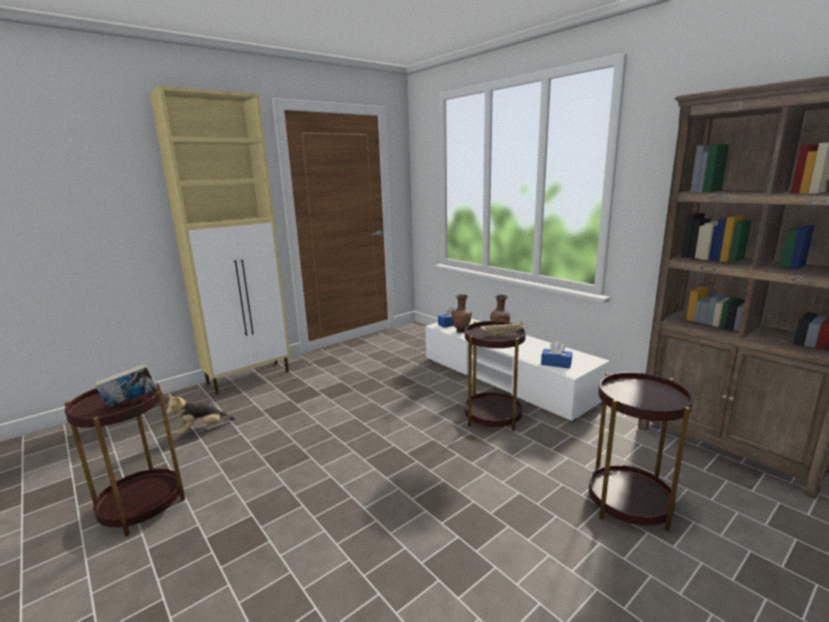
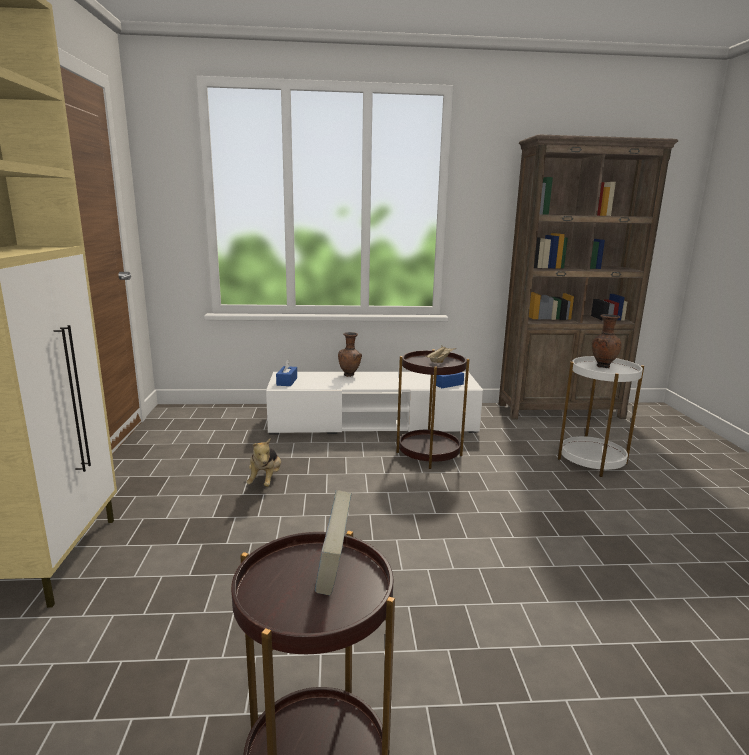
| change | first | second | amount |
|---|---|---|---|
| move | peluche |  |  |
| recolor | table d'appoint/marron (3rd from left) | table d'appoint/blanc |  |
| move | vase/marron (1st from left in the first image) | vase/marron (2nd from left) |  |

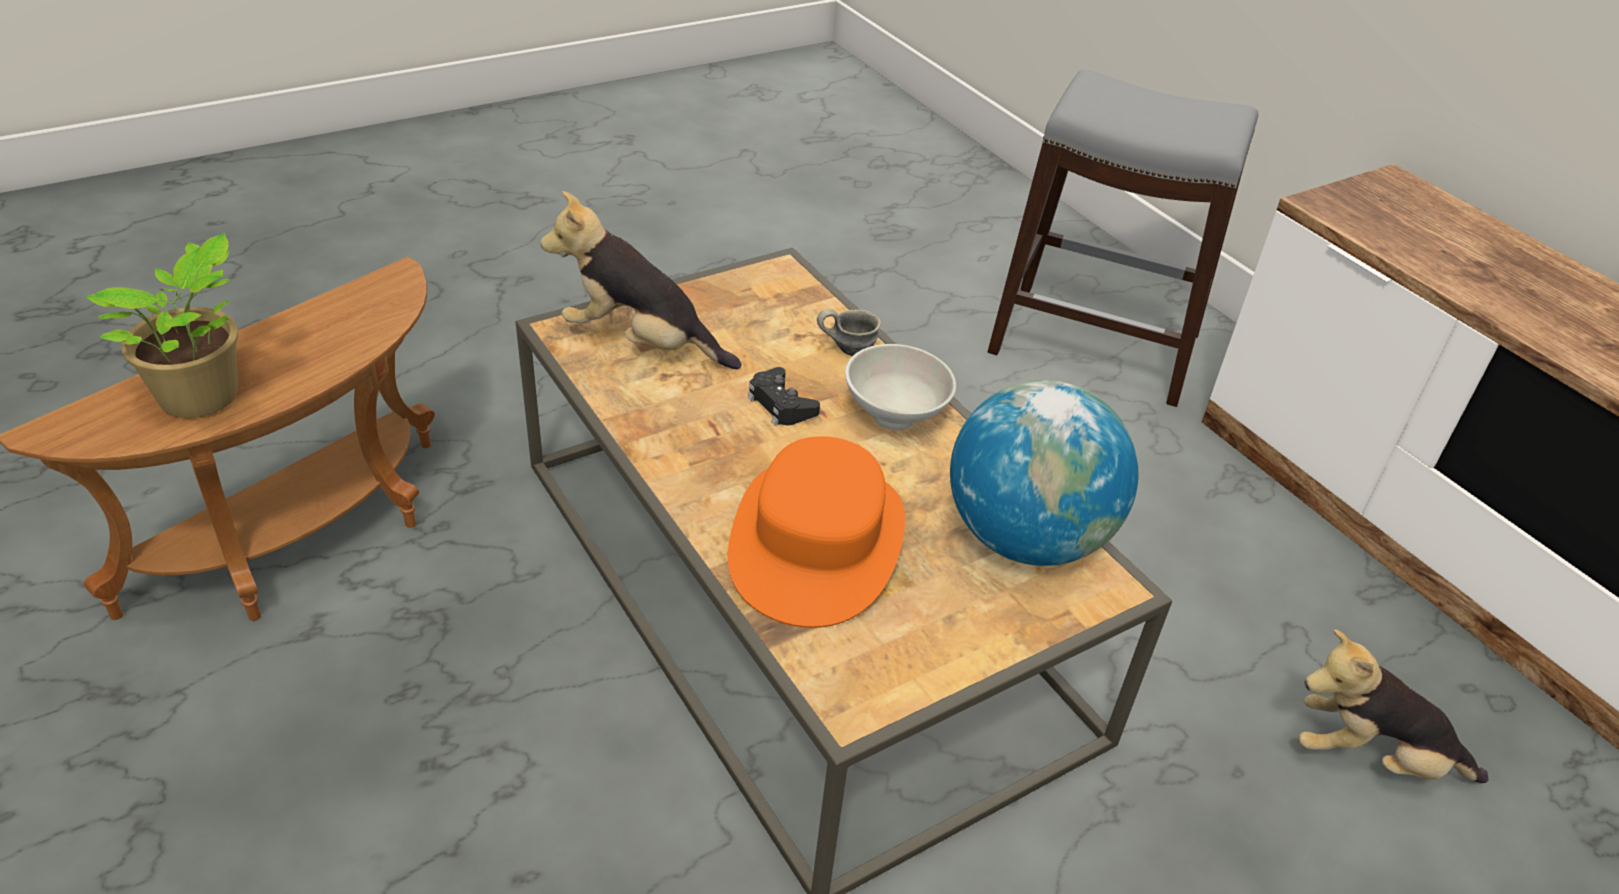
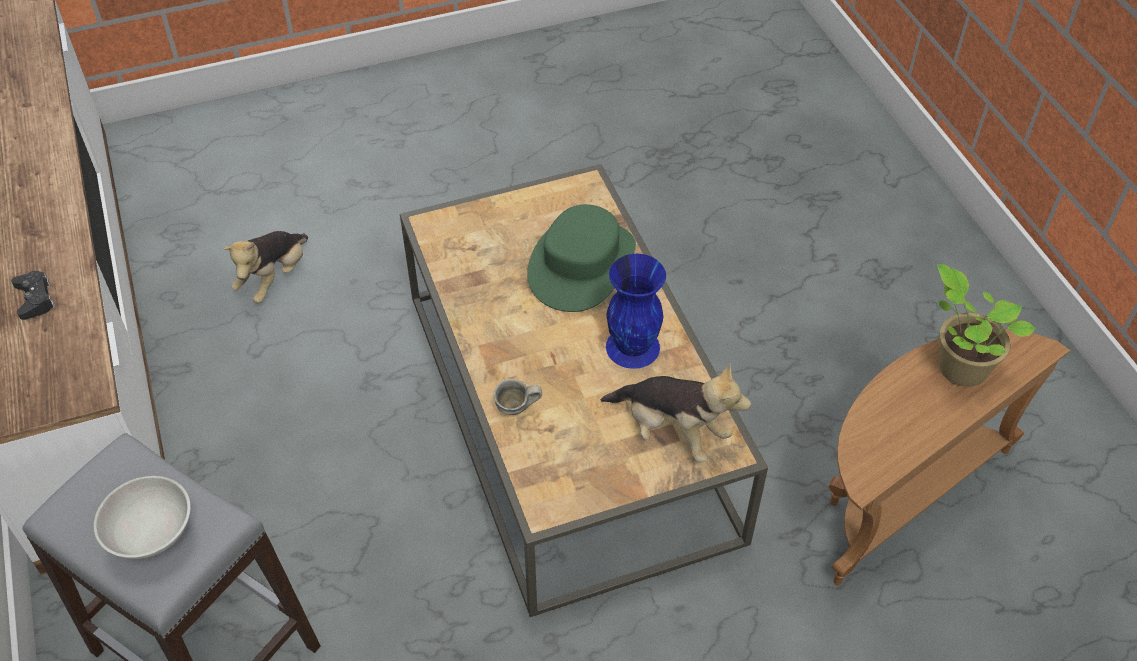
| change | first | second | amount |
|---|---|---|---|
| move | manette/noir |  |  |
| move | bol/blanc |  |  |
| rotate | peluche (2nd from left in the first image) | peluche (1st from left) | 90 degrees clockwise |
| recolor | chapeau/orange | chapeau/vert |  |
| insert |  | vase/bleu |  |
| delete | globe |  |  |

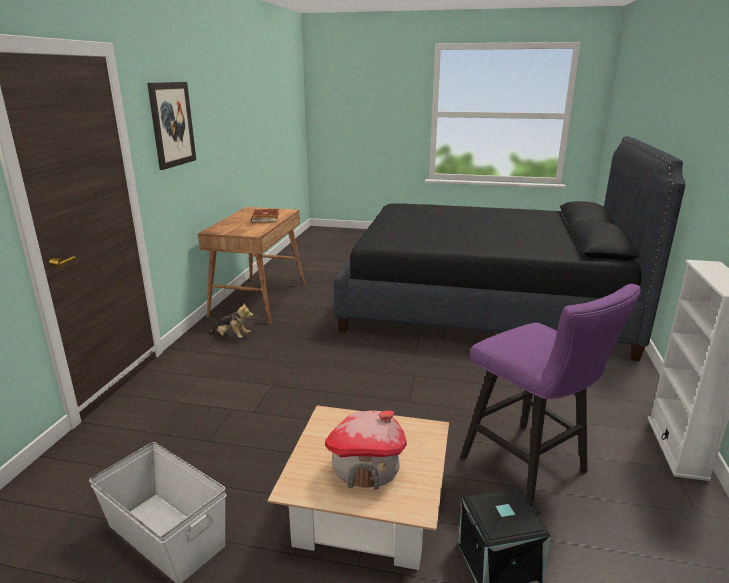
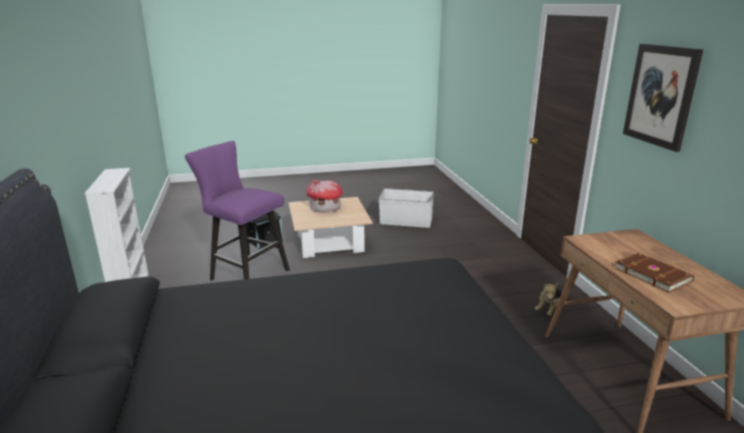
| change | first | second | amount |
|---|---|---|---|
| rotate | peluche |  | 45 degrees counterclockwise |

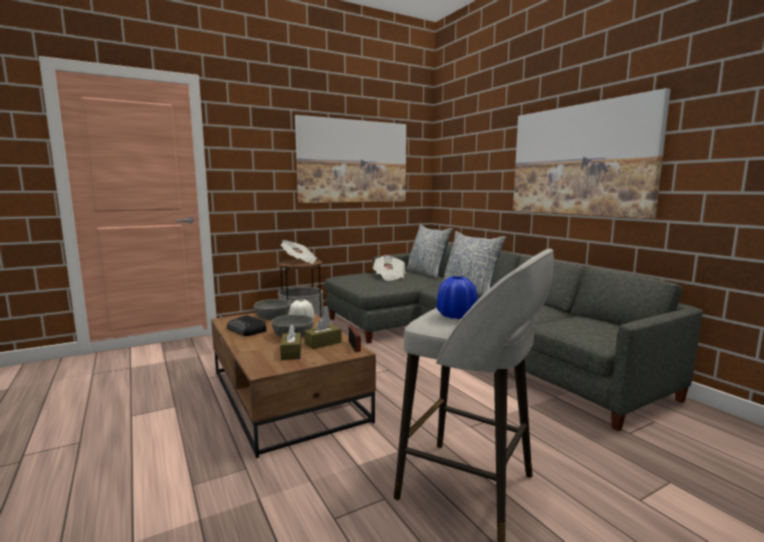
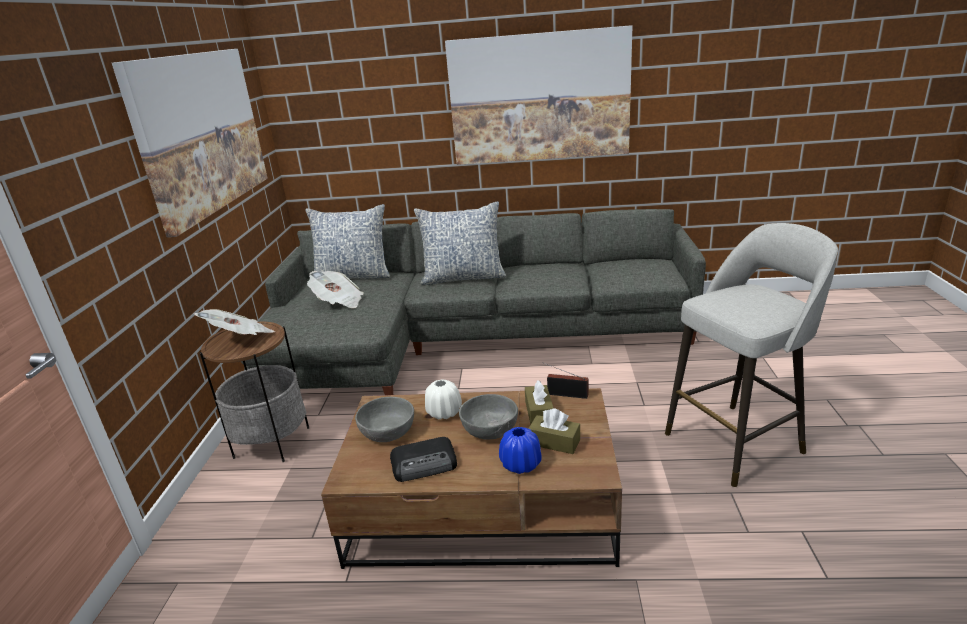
| change | first | second | amount |
|---|---|---|---|
| move | vase/bleu |  |  |

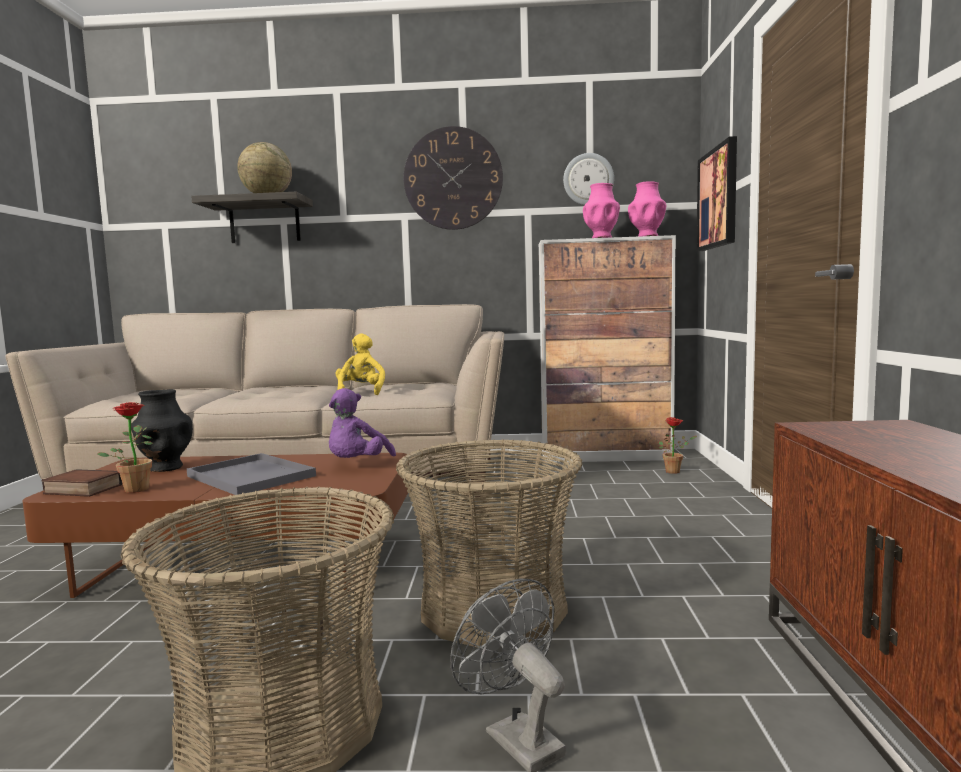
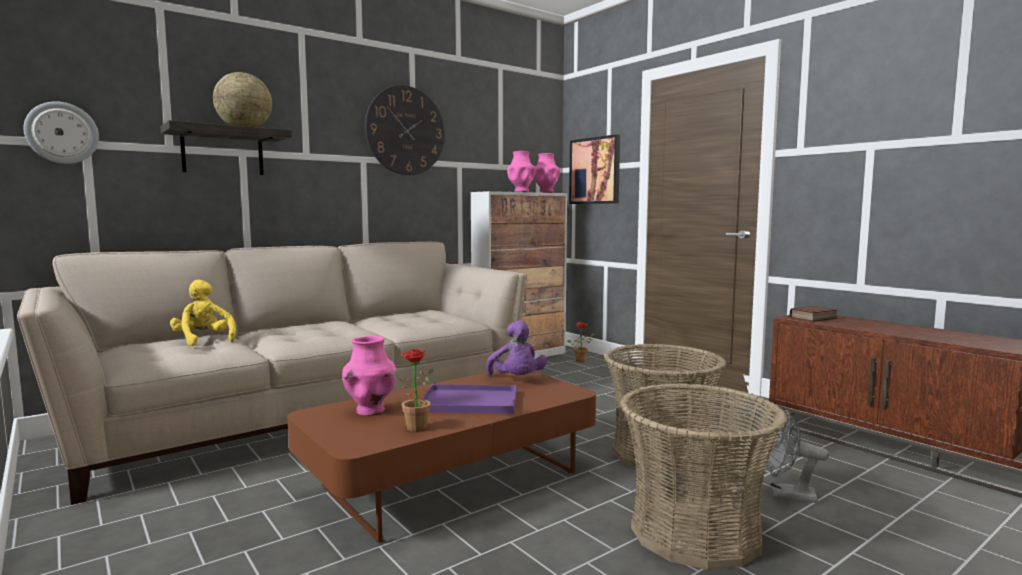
| change | first | second | amount |
|---|---|---|---|
| move | horloge murale (2nd from left in the first image) | horloge murale (1st from left) |  |
| move | peluche/jaune |  |  |
| recolor | vase/noir | vase/rose (1st from left) |  |
| recolor | plateau/gris | plateau/violet |  |
| move | livre |  |  |

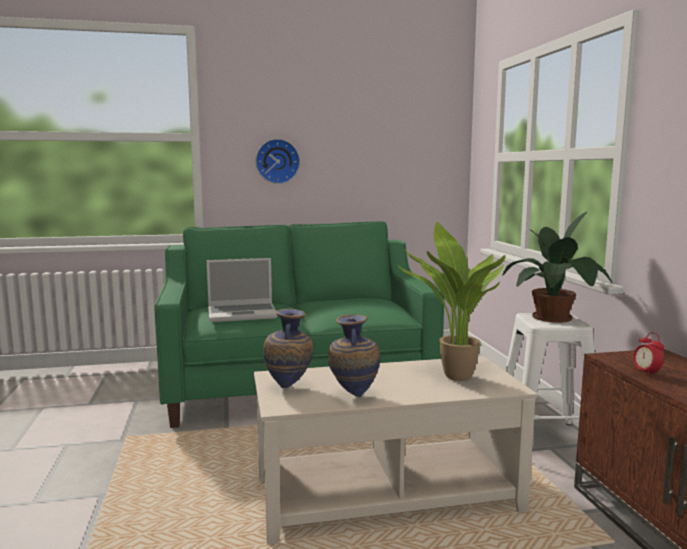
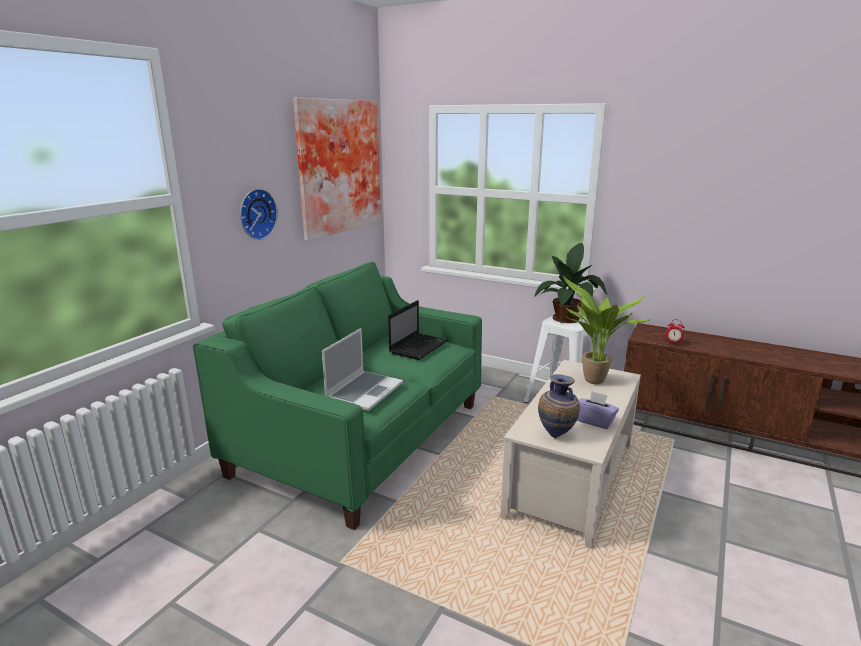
| change | first | second | amount |
|---|---|---|---|
| insert |  | tableau |  |
| insert |  | ordinateur portable (2nd from left) |  |
| replace | vase (2nd from left) | boîte à mouchoirs/violet |  |

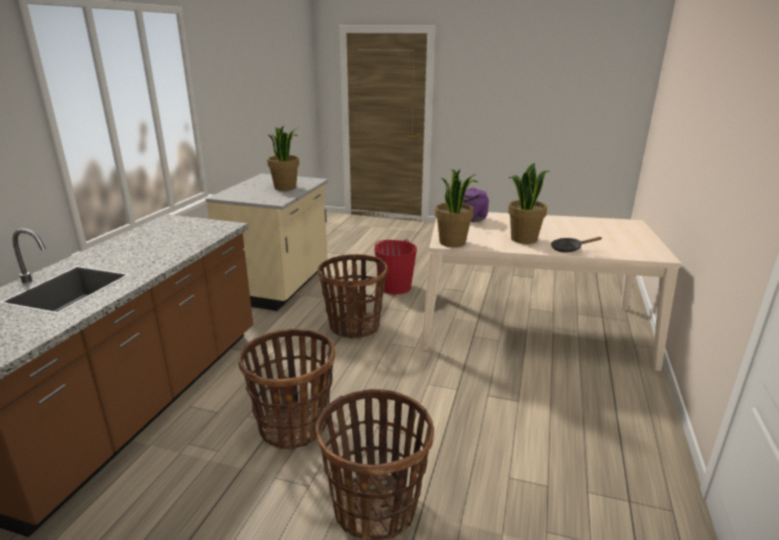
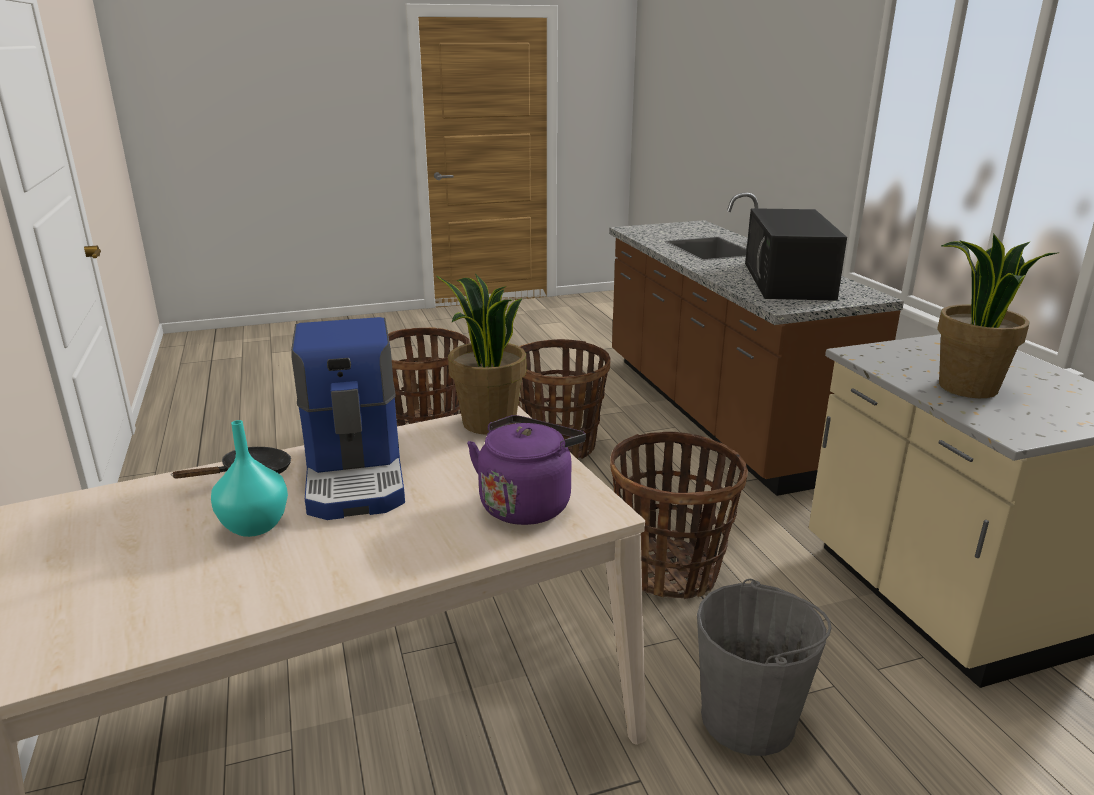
| change | first | second | amount |
|---|---|---|---|
| insert |  | vase/turquoise |  |
| replace | plante en pot (3rd from left) | machine à café |  |
| recolor | seau/rouge | seau/gris |  |
| insert |  | micro-ondes/noir |  |

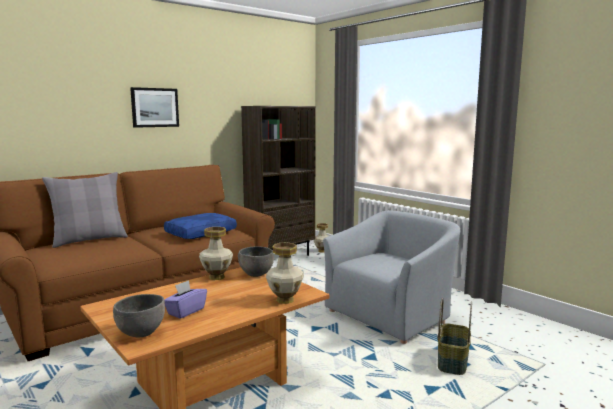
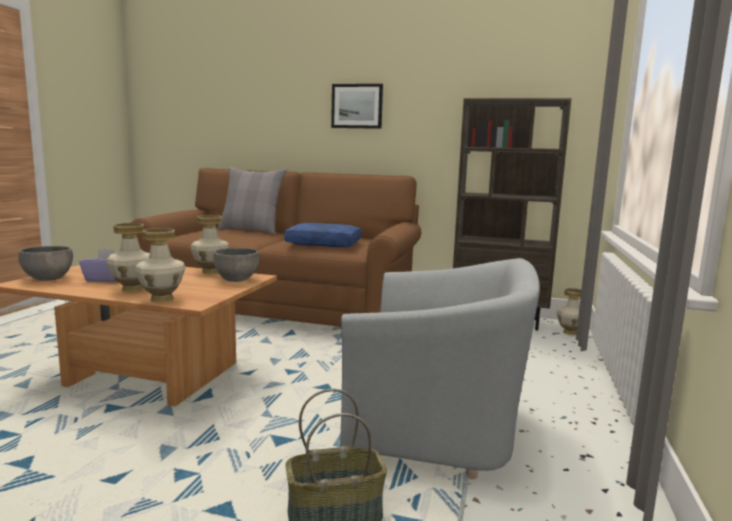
| change | first | second | amount |
|---|---|---|---|
| insert |  | vase (1st from left) |  |

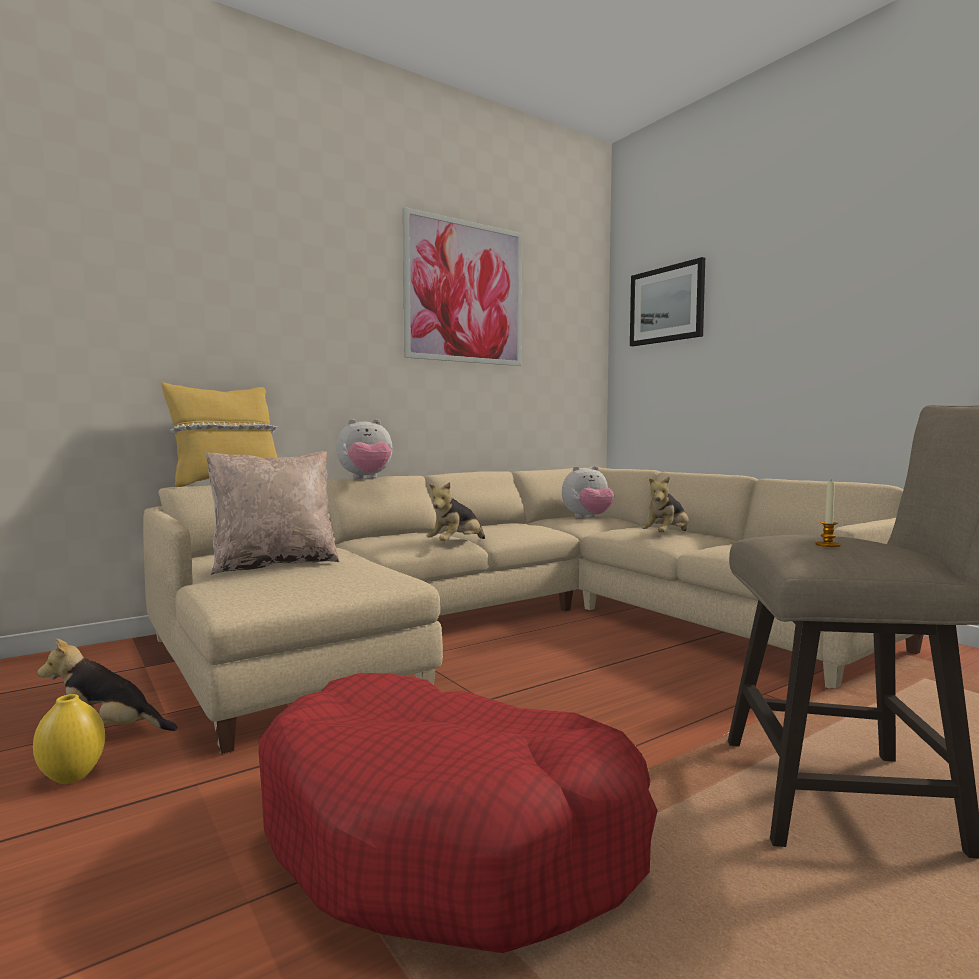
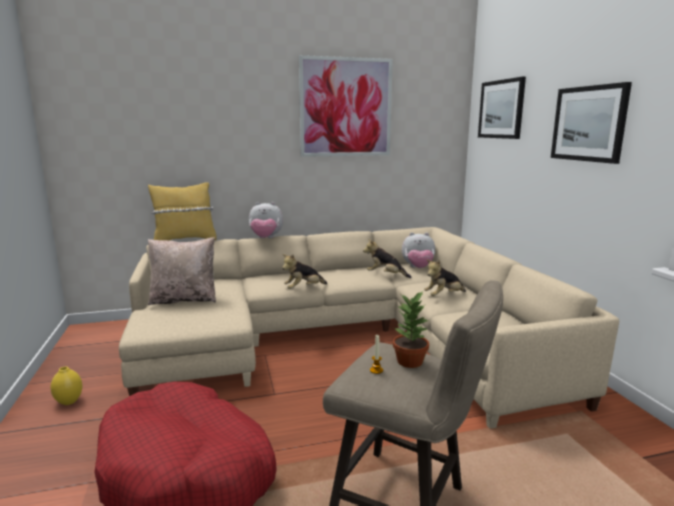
| change | first | second | amount |
|---|---|---|---|
| move | peluche (1st from left in the first image) | peluche (3rd from left) |  |
| insert |  | plante en pot |  |
| insert |  | tableau (3rd from left) |  |

